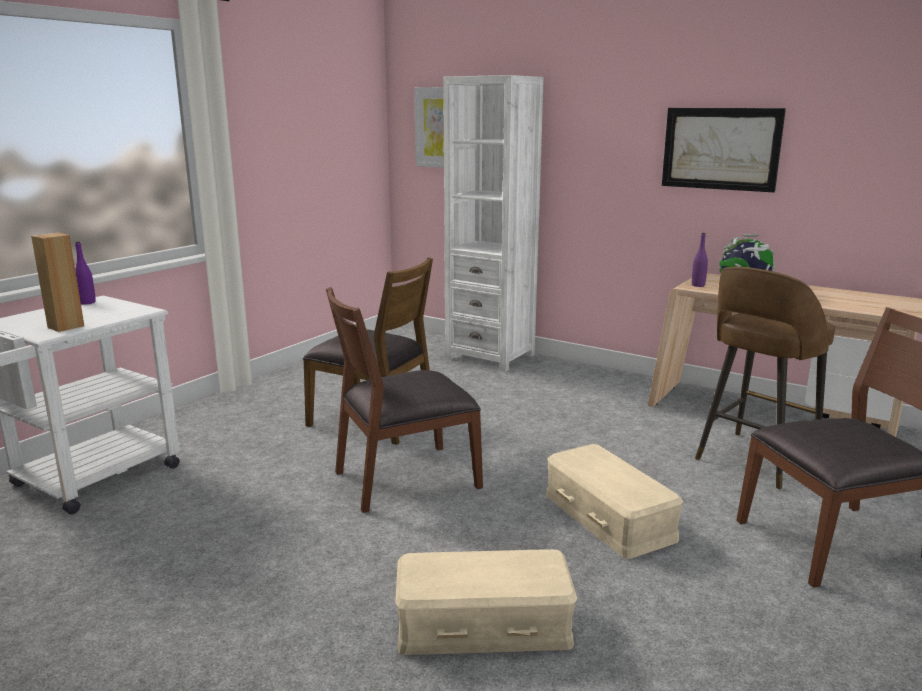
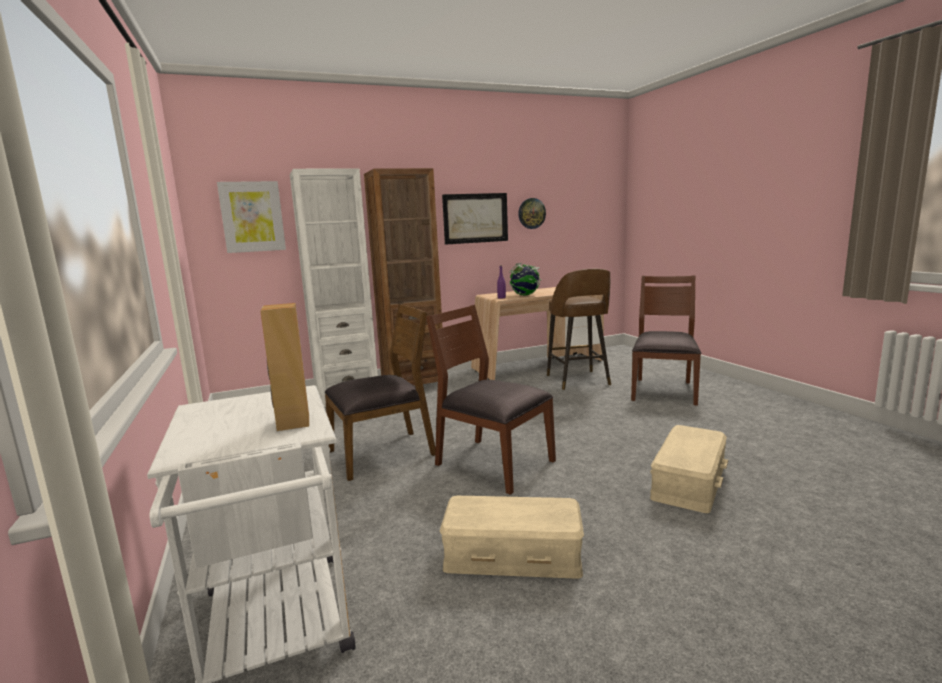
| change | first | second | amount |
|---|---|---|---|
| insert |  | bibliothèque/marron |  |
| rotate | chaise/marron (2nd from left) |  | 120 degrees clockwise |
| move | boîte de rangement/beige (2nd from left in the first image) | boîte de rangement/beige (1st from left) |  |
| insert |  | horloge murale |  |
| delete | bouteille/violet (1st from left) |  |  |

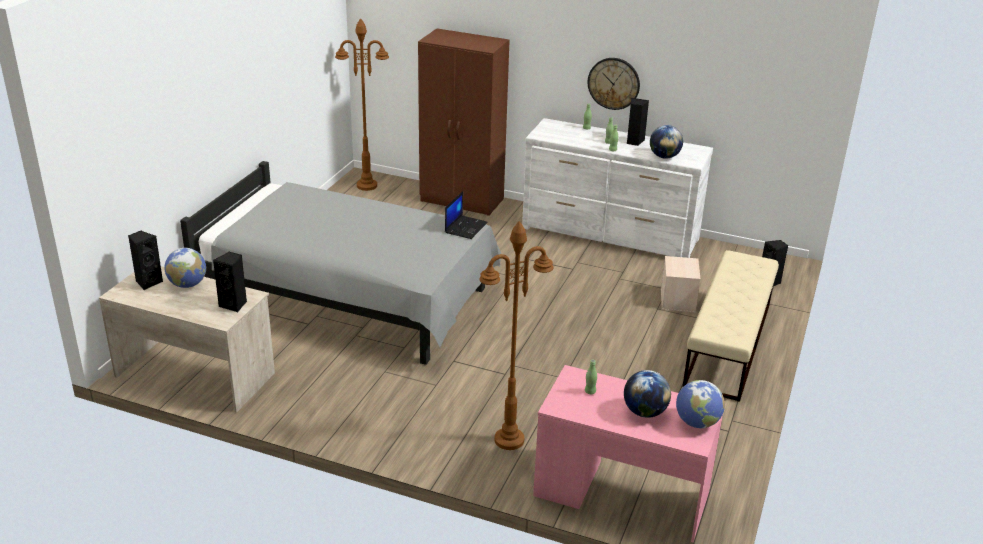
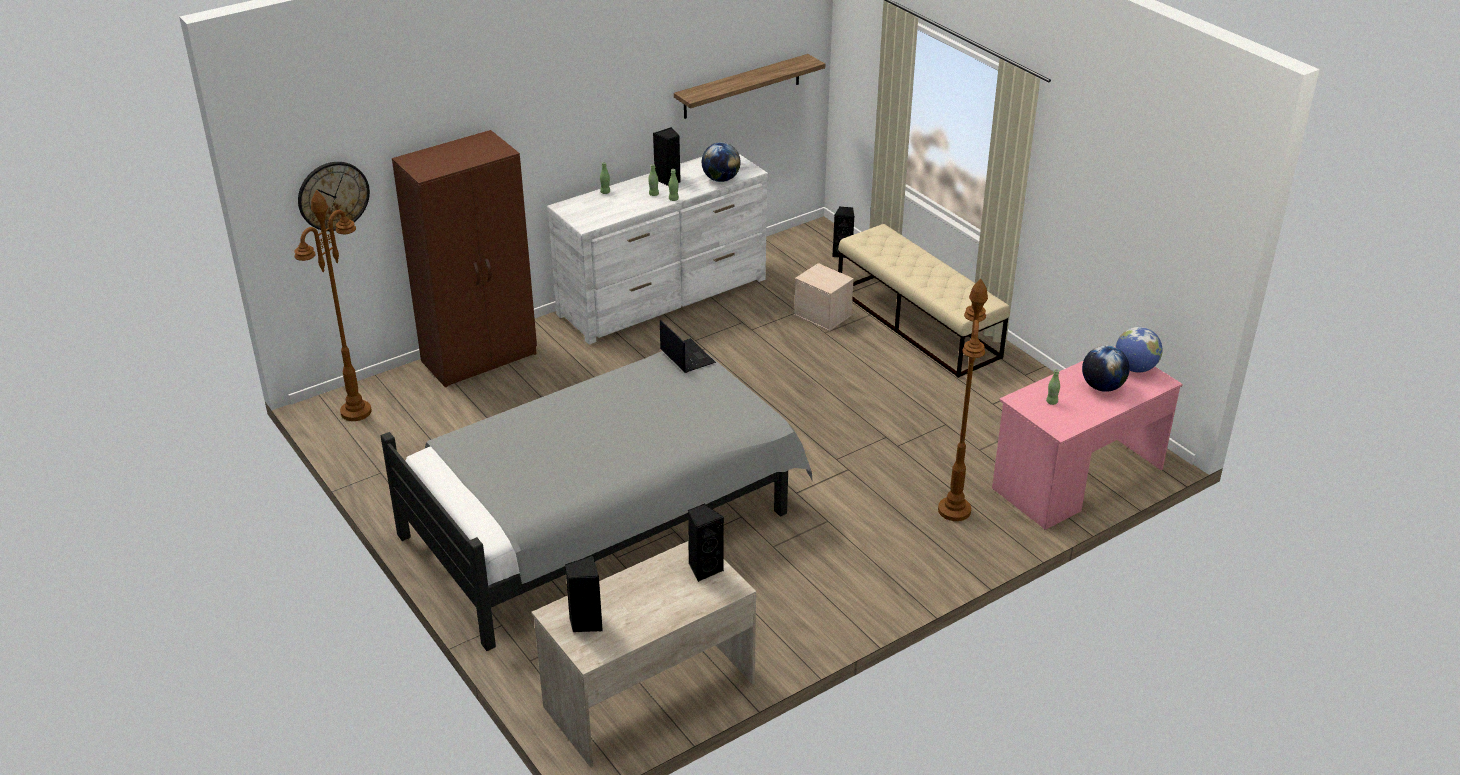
| change | first | second | amount |
|---|---|---|---|
| move | horloge murale |  |  |
| insert |  | étagère |  |
| delete | globe (1st from left) |  |  |

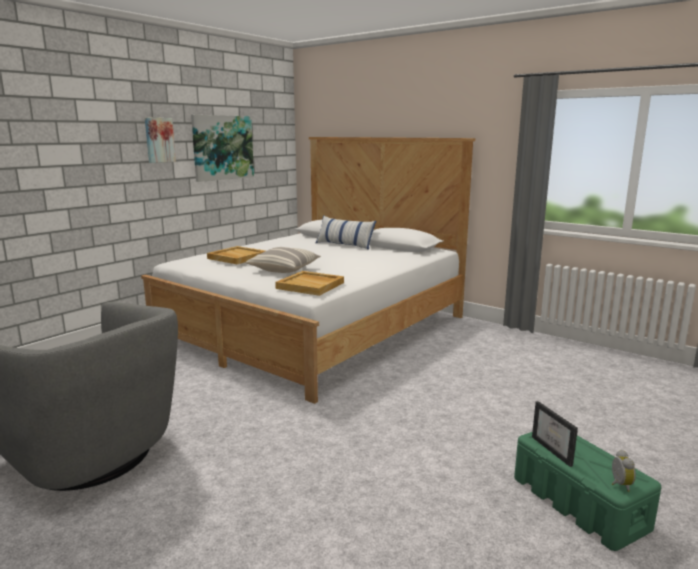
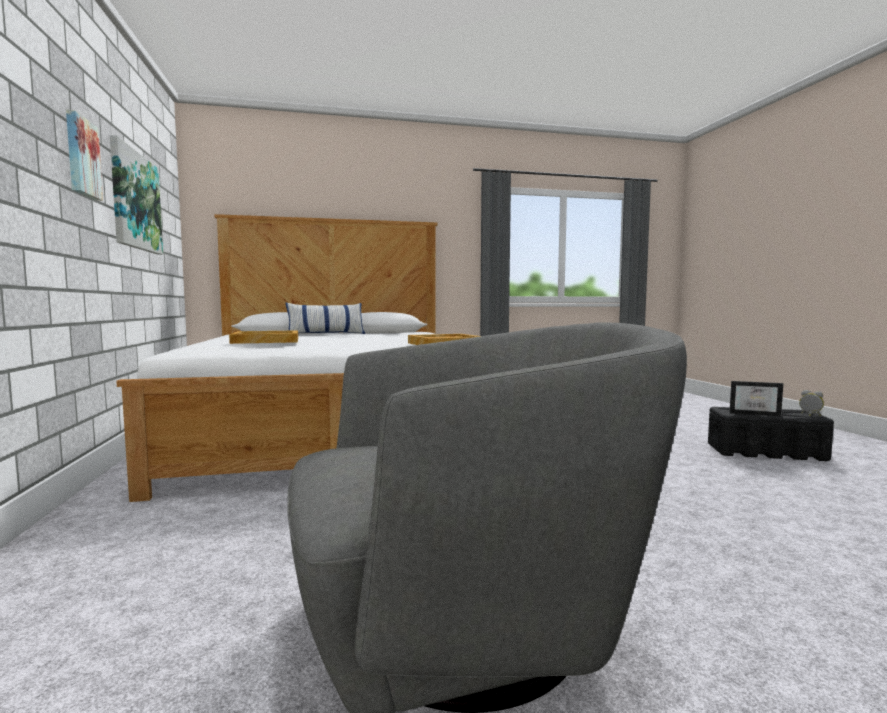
| change | first | second | amount |
|---|---|---|---|
| recolor | boîte de rangement/vert | boîte de rangement/noir |  |
| delete | coussin (1st from left) |  |  |

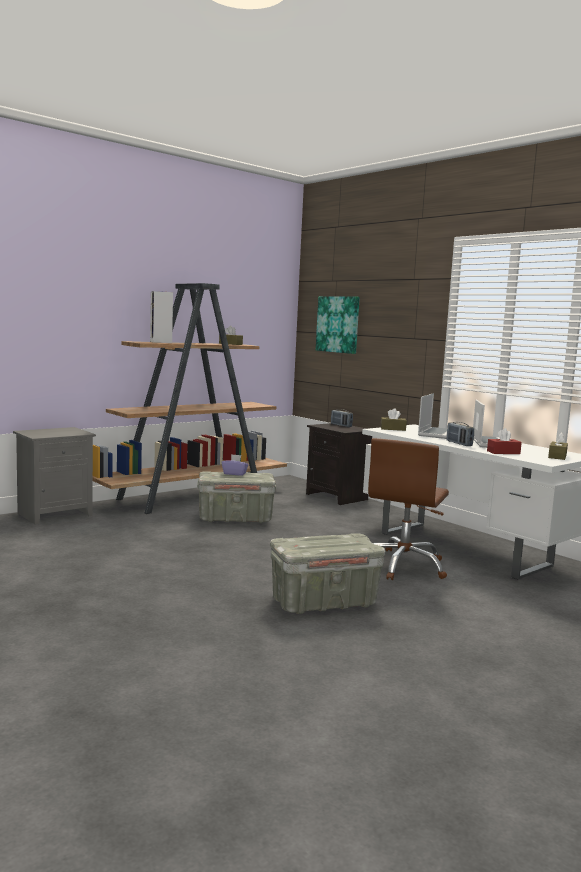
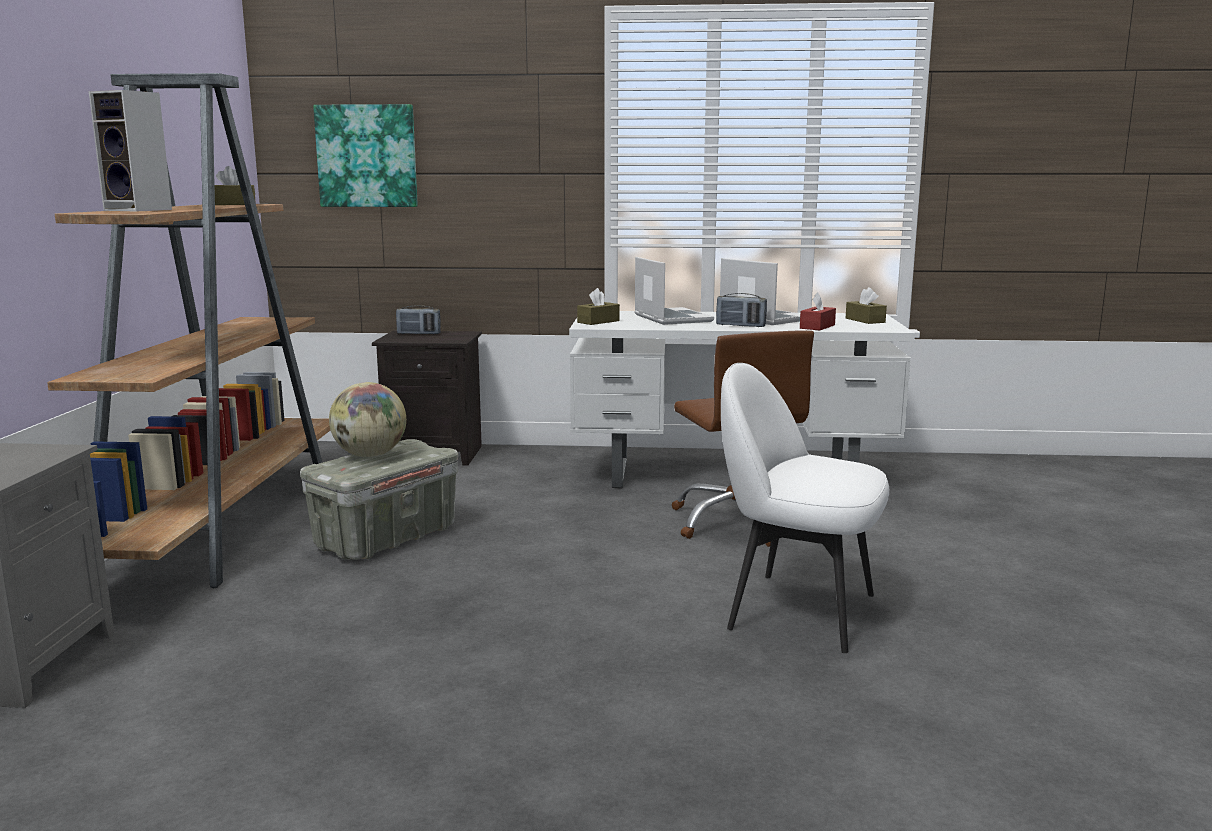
| change | first | second | amount |
|---|---|---|---|
| replace | boîte à mouchoirs/violet | globe |  |
| replace | boîte de rangement/gris (2nd from left) | chaise/blanc |  |

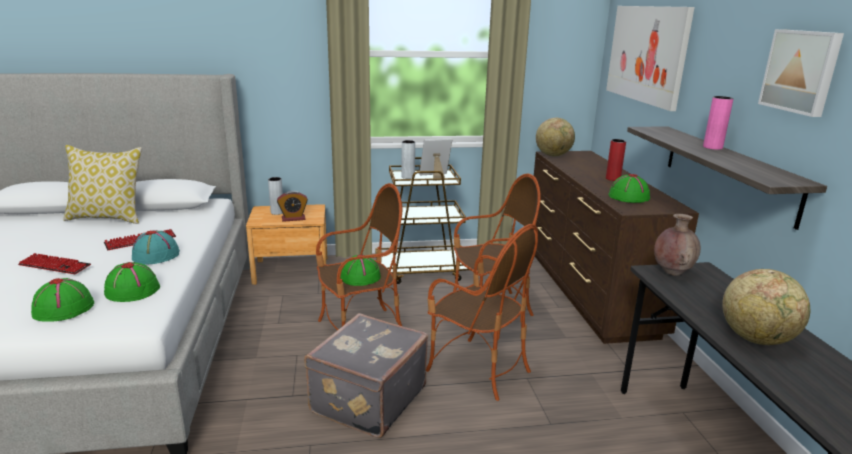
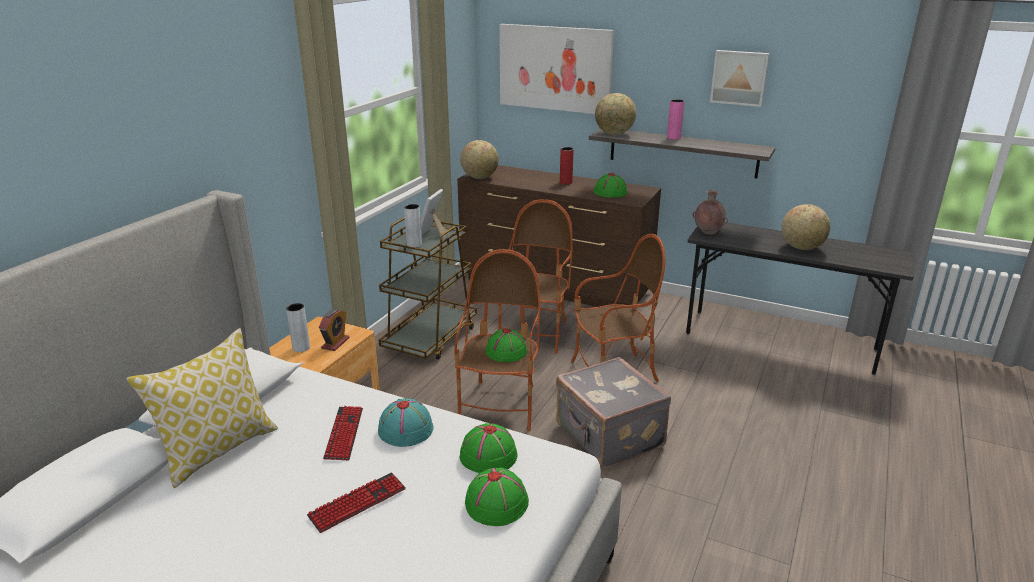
| change | first | second | amount |
|---|---|---|---|
| insert |  | globe (2nd from left) |  |

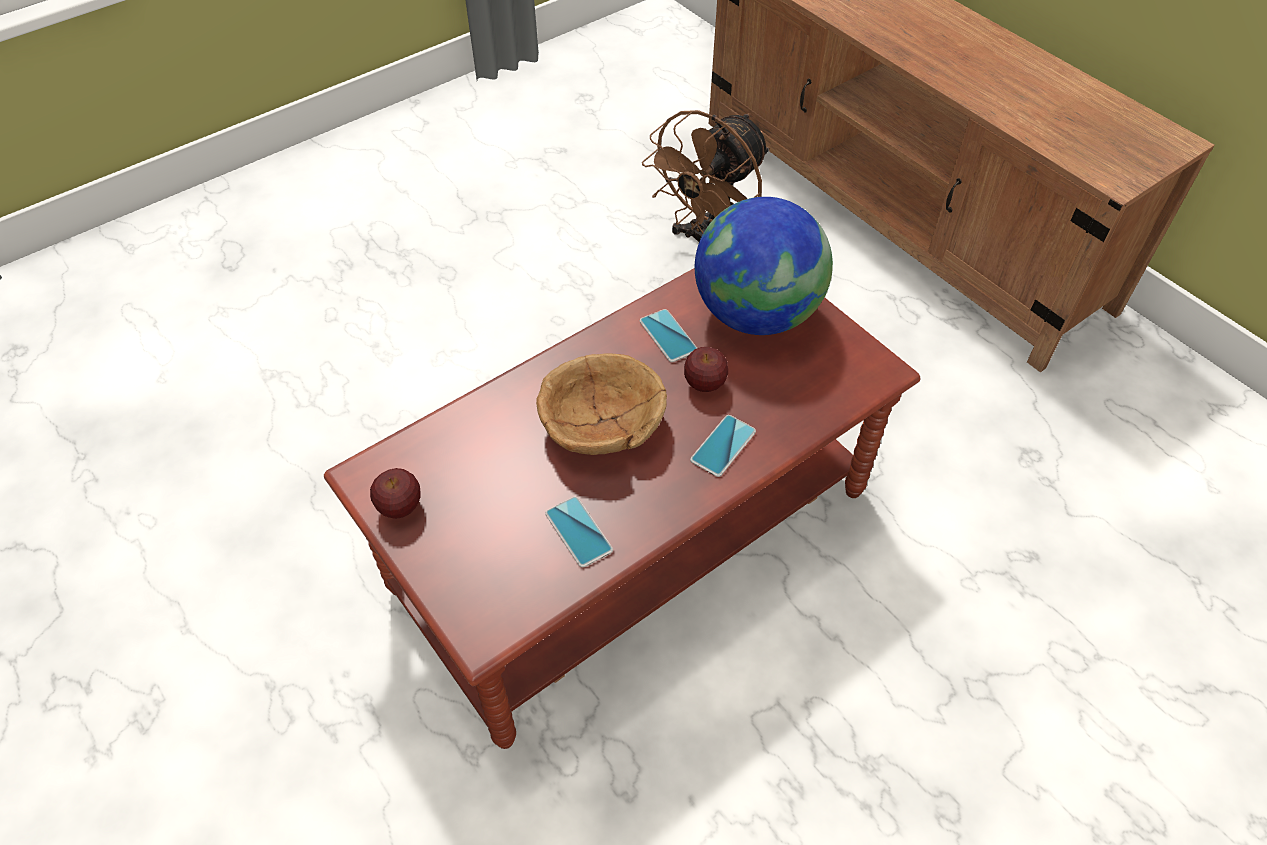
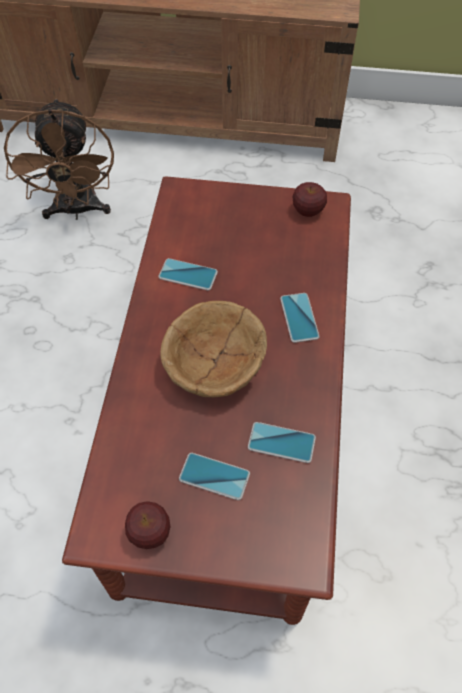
| change | first | second | amount |
|---|---|---|---|
| insert |  | téléphone (2nd from left) |  |
| move | pomme (2nd from left) |  |  |
| delete | globe |  |  |

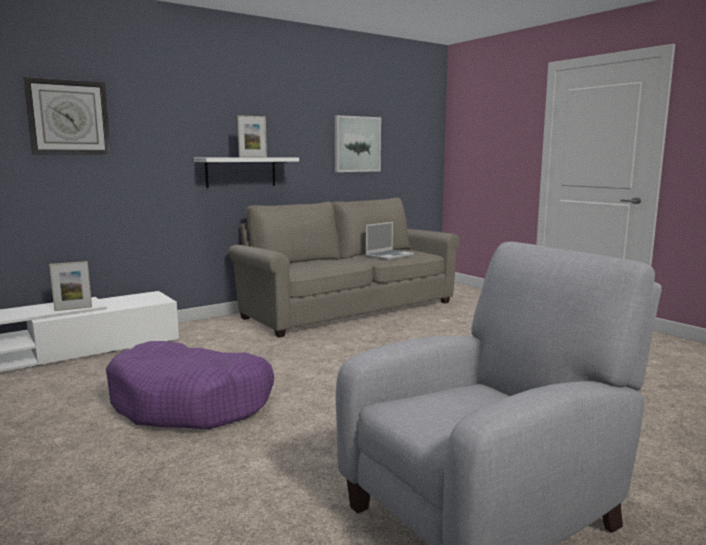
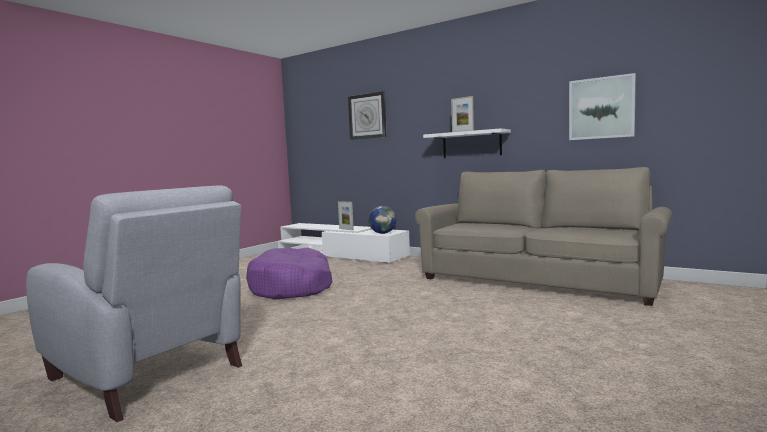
| change | first | second | amount |
|---|---|---|---|
| insert |  | globe |  |
| delete | ordinateur portable |  |  |

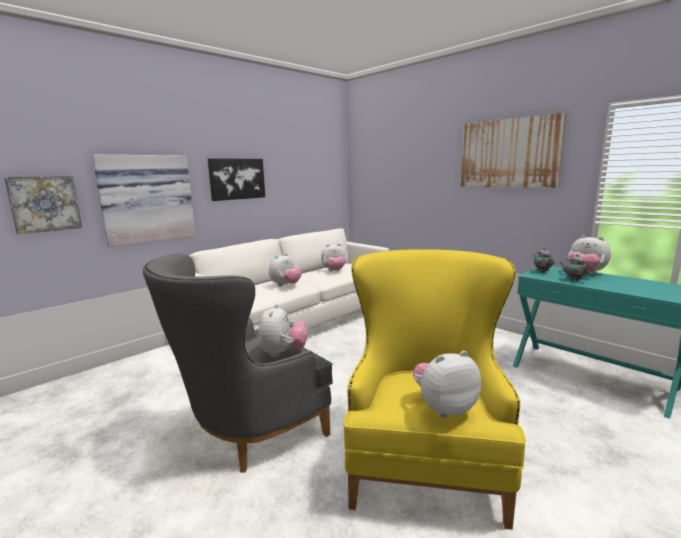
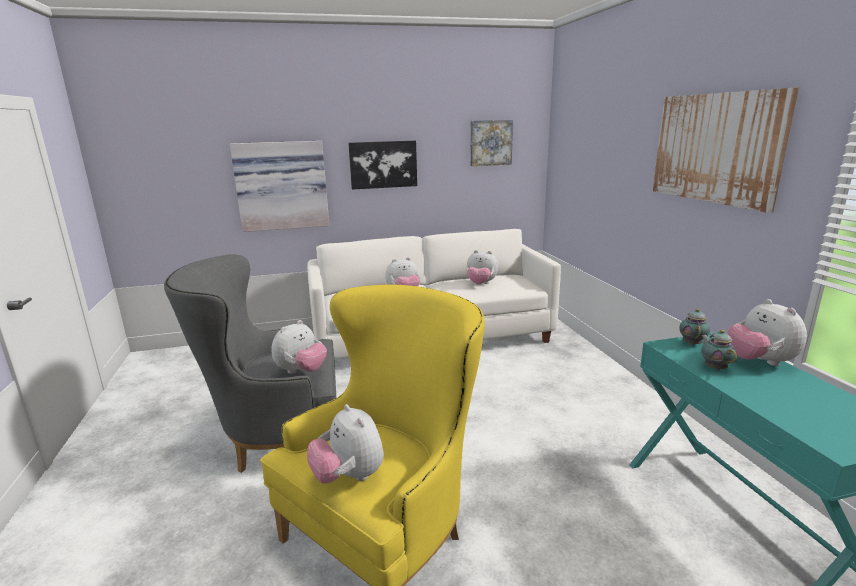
| change | first | second | amount |
|---|---|---|---|
| rotate | peluche (4th from left in the first image) | peluche (2nd from left) | 135 degrees counterclockwise |
| move | tableau (1st from left in the first image) | tableau (3rd from left) |  |

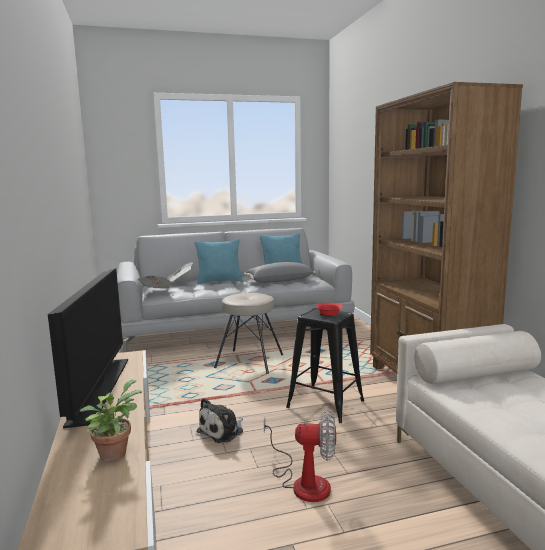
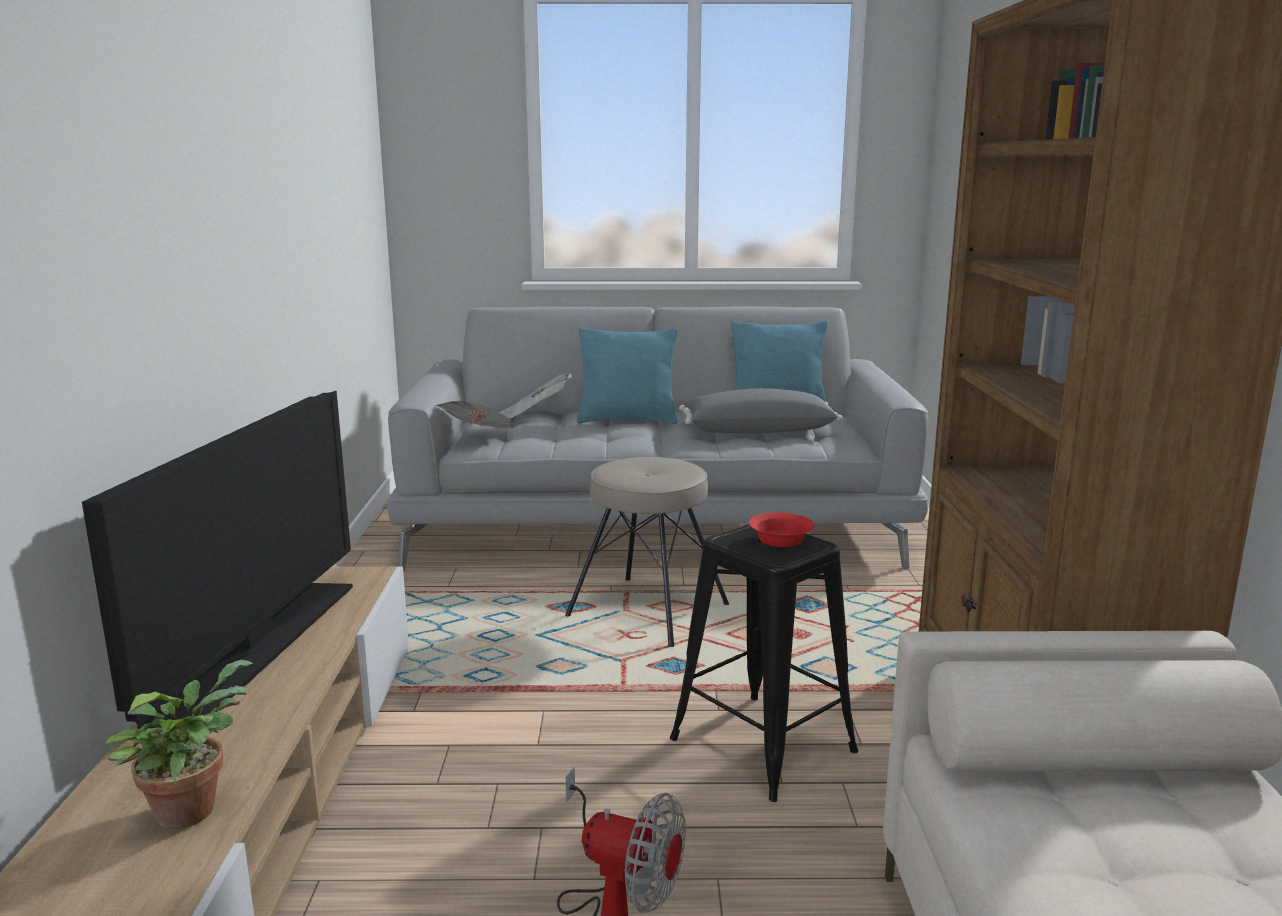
| change | first | second | amount |
|---|---|---|---|
| delete | peluche |  |  |

